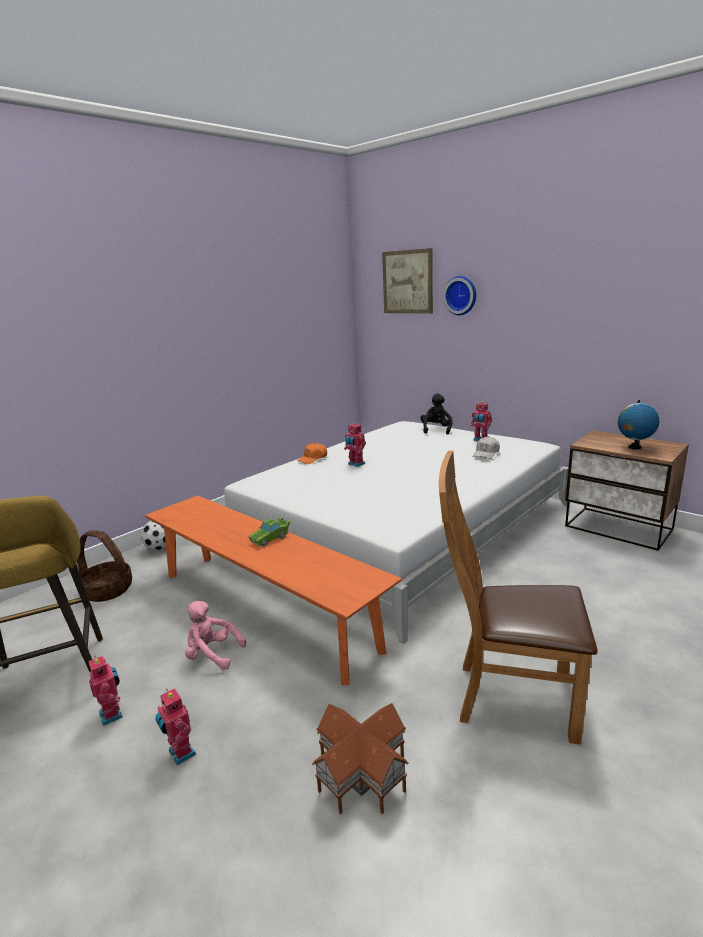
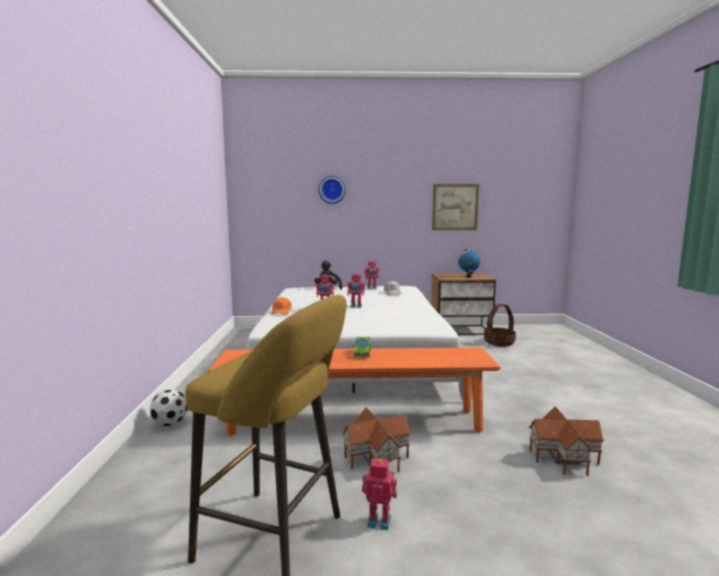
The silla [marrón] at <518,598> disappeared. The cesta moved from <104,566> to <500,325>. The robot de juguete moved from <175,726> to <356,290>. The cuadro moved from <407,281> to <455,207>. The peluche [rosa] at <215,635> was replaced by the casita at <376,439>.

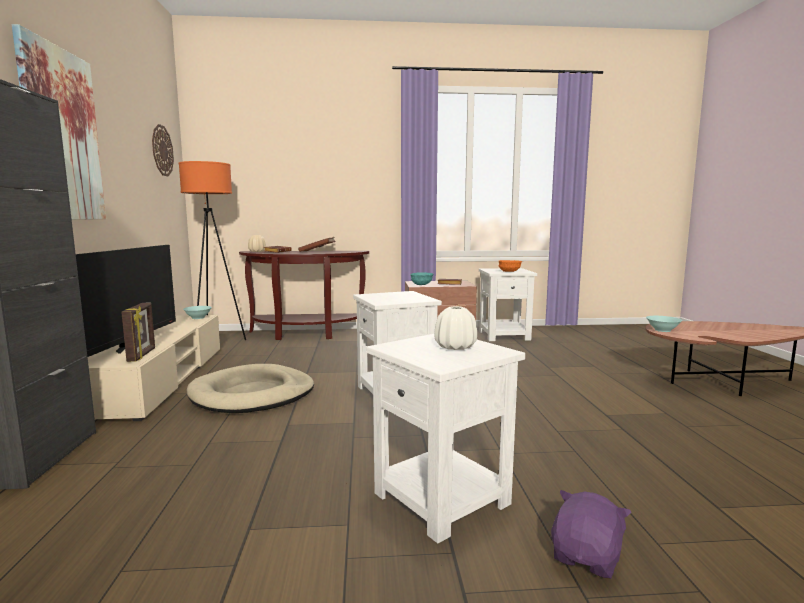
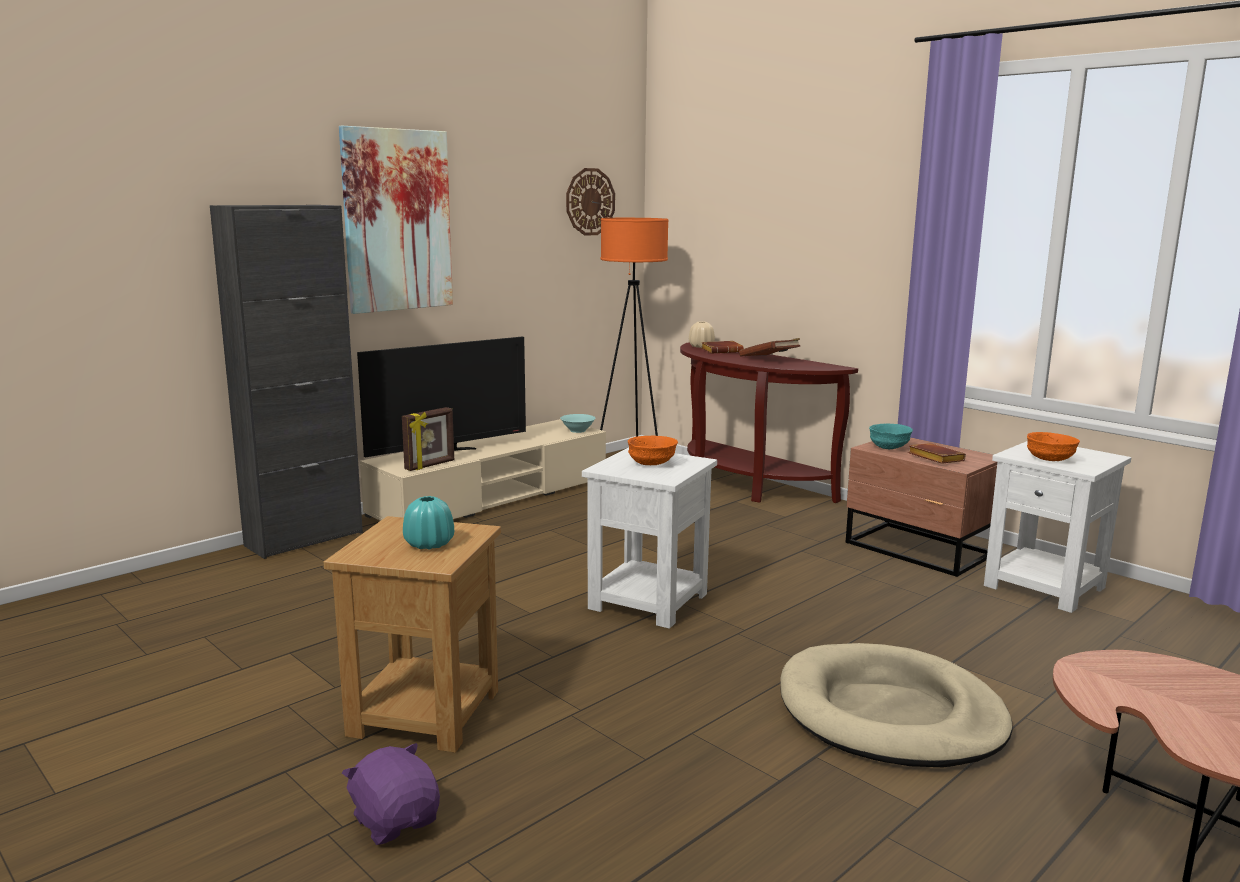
The cuenco [turquesa] at <664,324> disappeared. The cuenco [naranja] at <653,450> appeared. The cama para perro [beis] moved from <250,388> to <896,705>. The mesa auxiliar [blanco] at <446,439> became the mesa auxiliar [marrón] at <412,634>. The florero [blanco] at <455,328> became the florero [turquesa] at <428,522>. The peluche [morado] at <591,534> turned 120 degrees counterclockwise.

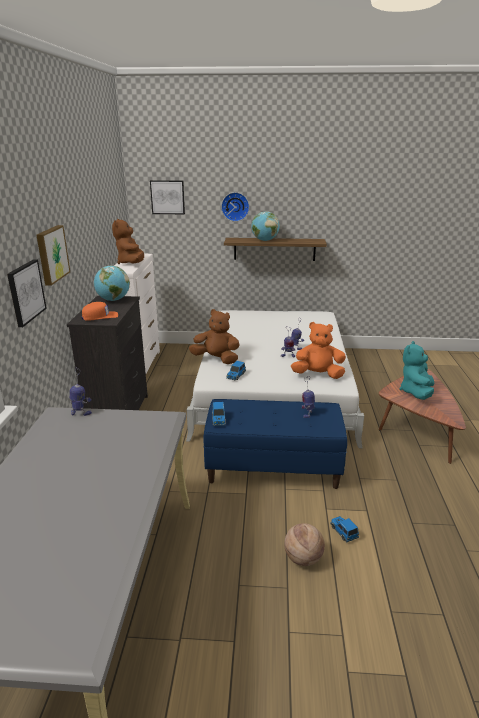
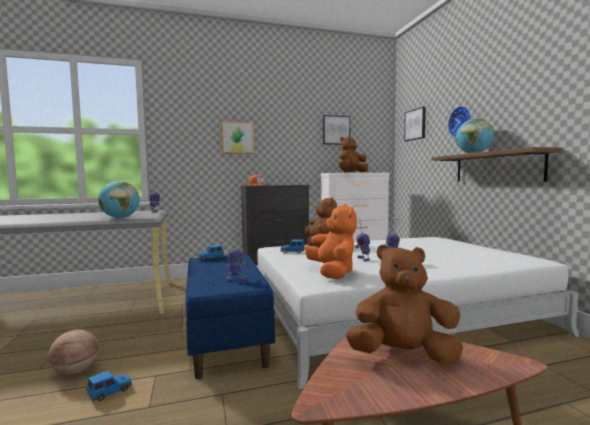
The cuadro moved from <27,293> to <336,130>. The globo terráqueo moved from <112,283> to <119,199>. The peluche [turquesa] at <417,370> became the peluche [marrón] at <404,304>.

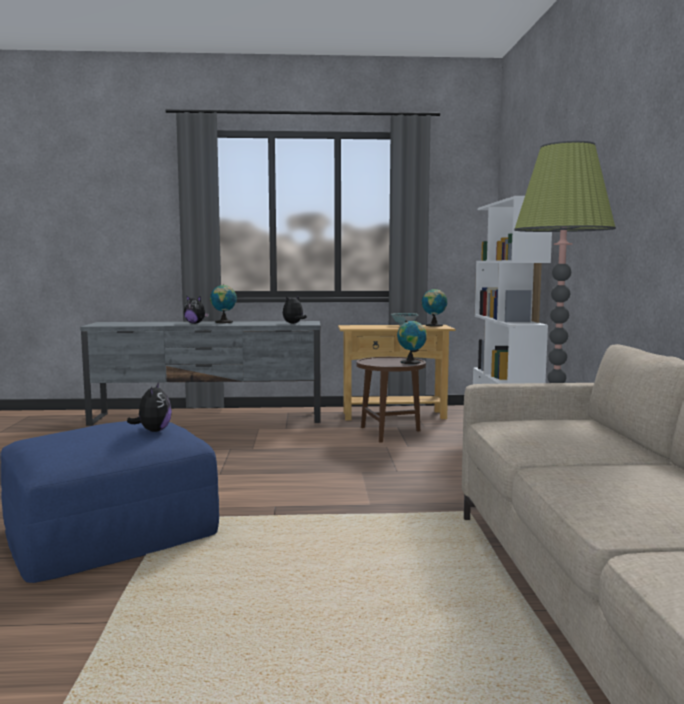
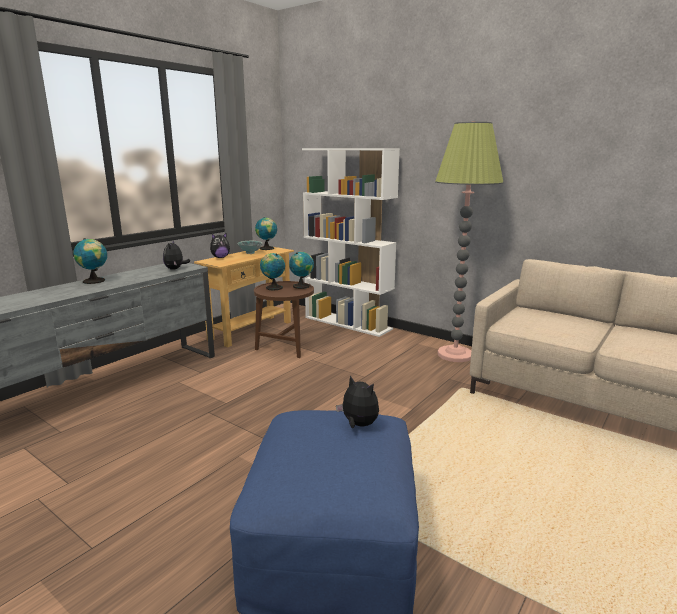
The globo terráqueo at <272,272> appeared. The peluche moved from <196,309> to <220,245>.

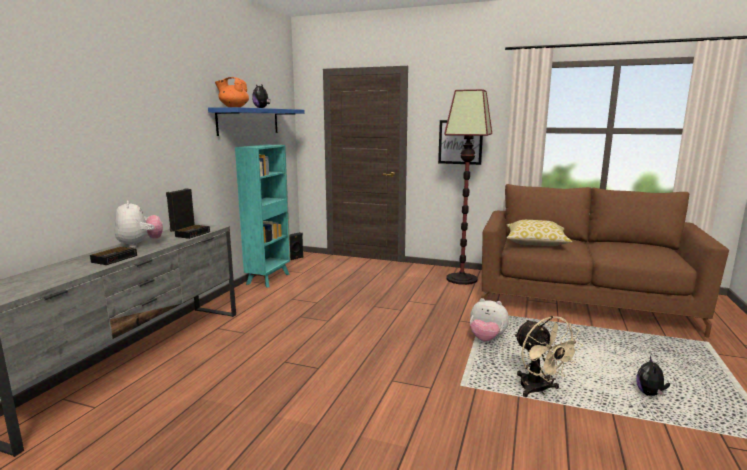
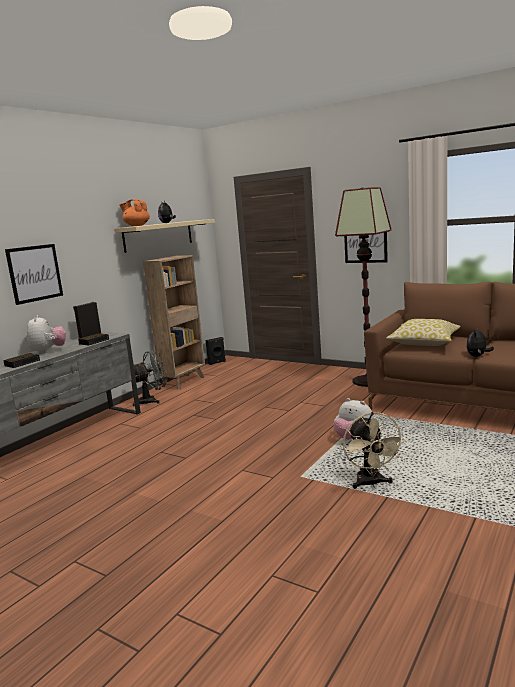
The cuadro at <34,274> appeared. The ventilador [gris] at <150,378> appeared. The peluche moved from <653,376> to <480,343>. The estante [azul] at <256,121> became the estante [beis] at <164,236>. The estantería [turquesa] at <263,216> became the estantería [marrón] at <174,322>.

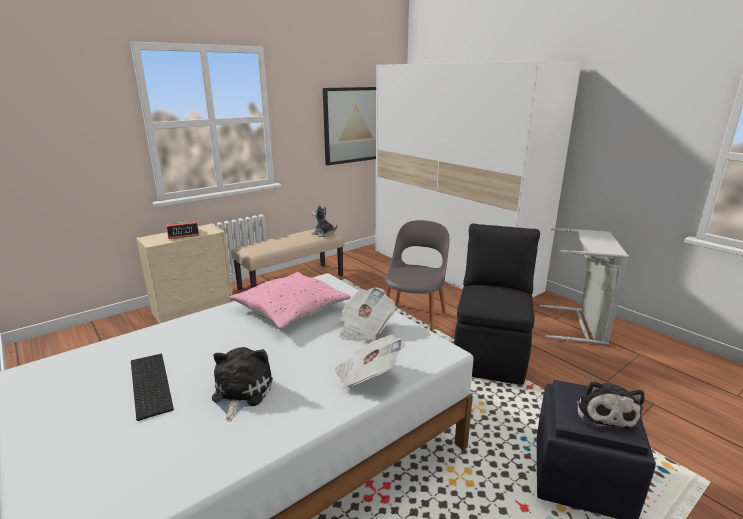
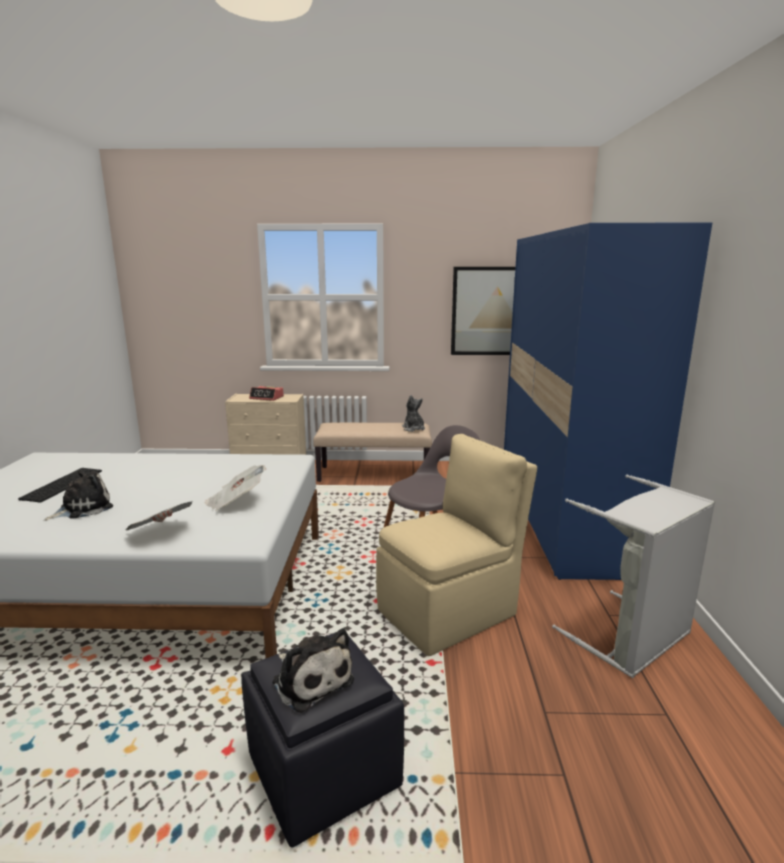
The cojín [rosa] at <290,300> disappeared. The armario ropero [blanco] at <478,179> became the armario ropero [azul] at <608,401>. The silla [negro] at <497,304> became the silla [beis] at <456,545>. The peluche at <610,406> turned 90 degrees counterclockwise.

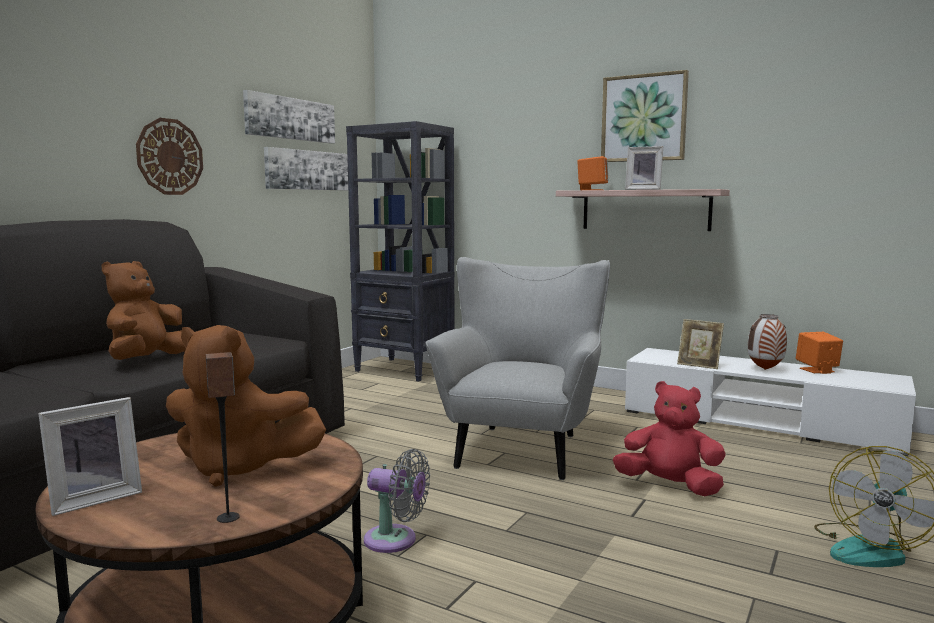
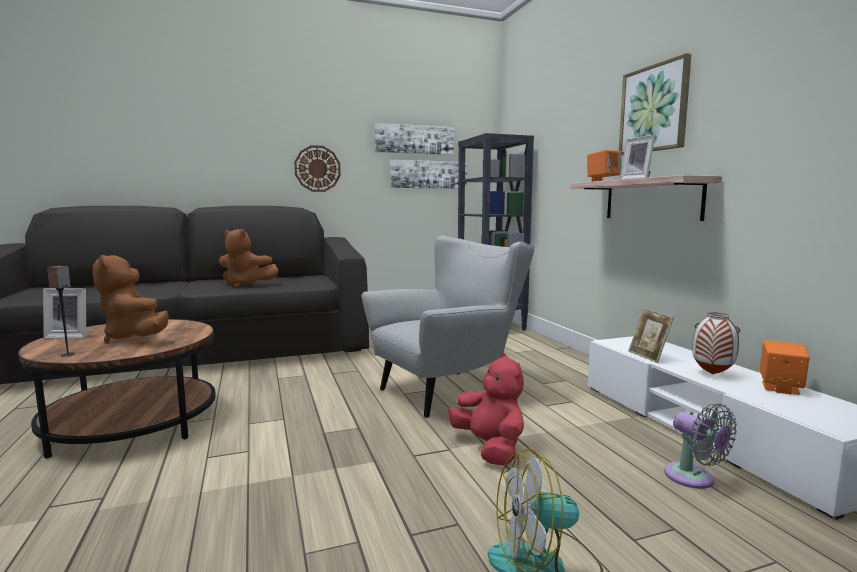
The ventilador [gris] moved from <397,501> to <700,446>. The peluche [marrón] at <144,310> turned 135 degrees counterclockwise.

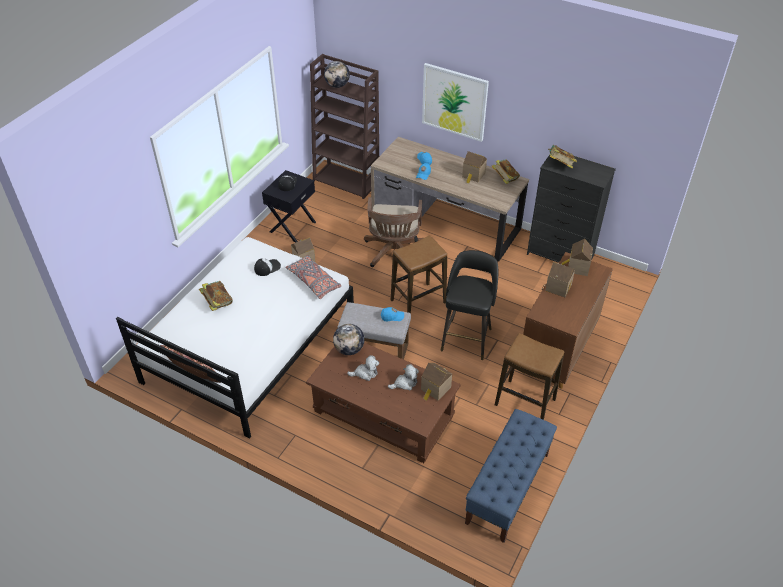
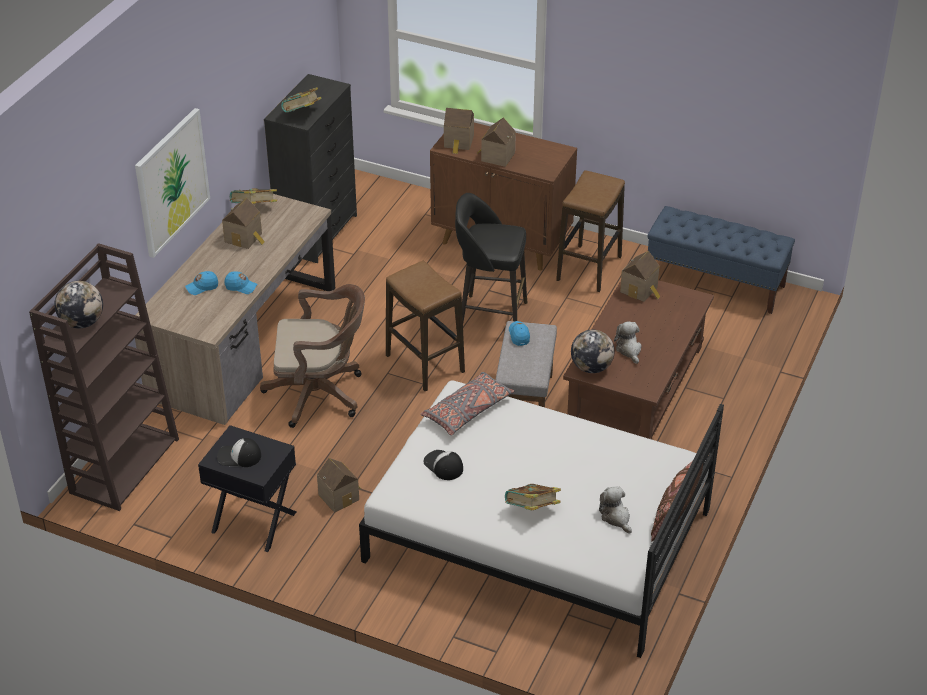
The peluche moved from <403,377> to <615,509>.

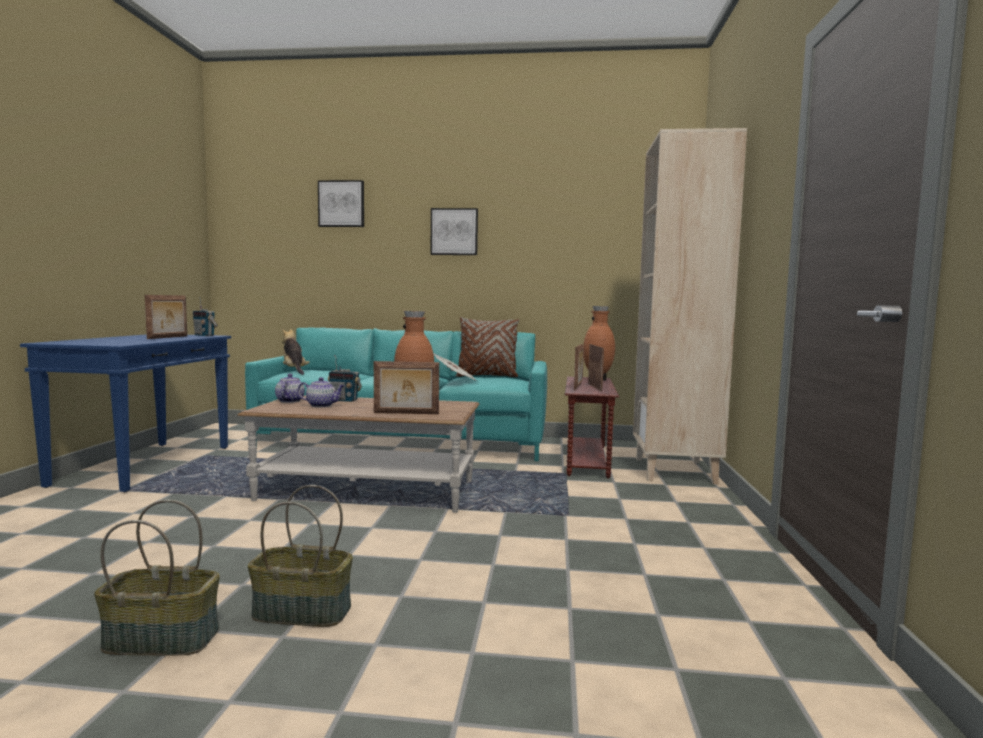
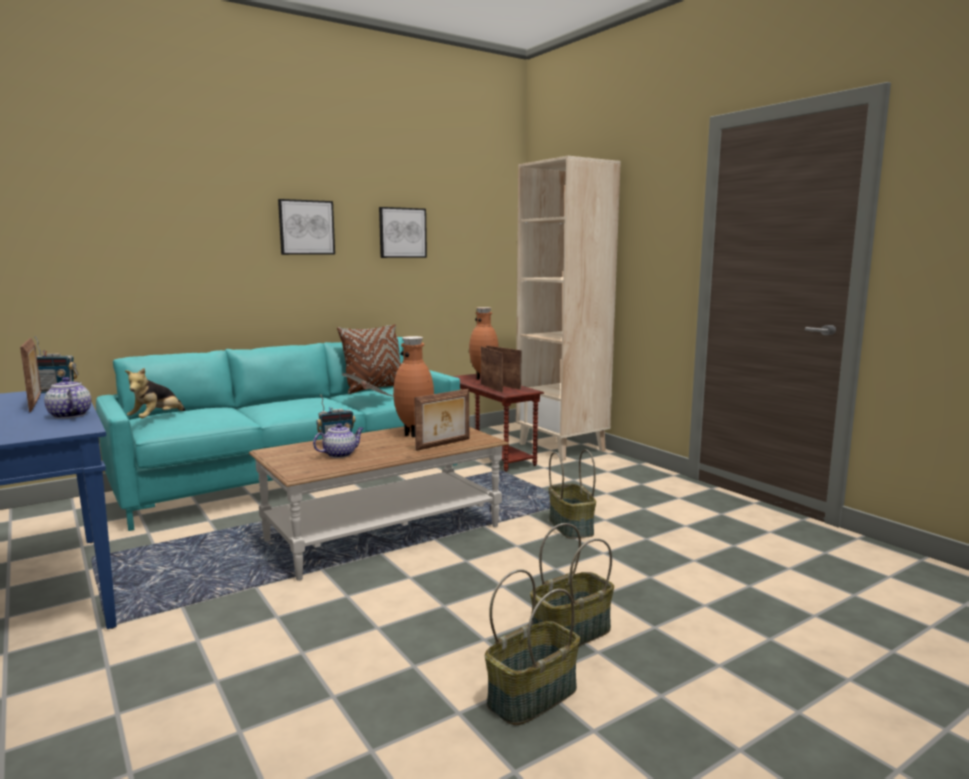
The cesta at <572,494> appeared. The tetera moved from <290,388> to <67,398>. The cuadro moved from <341,203> to <403,232>. The peluche at <296,352> turned 90 degrees counterclockwise.

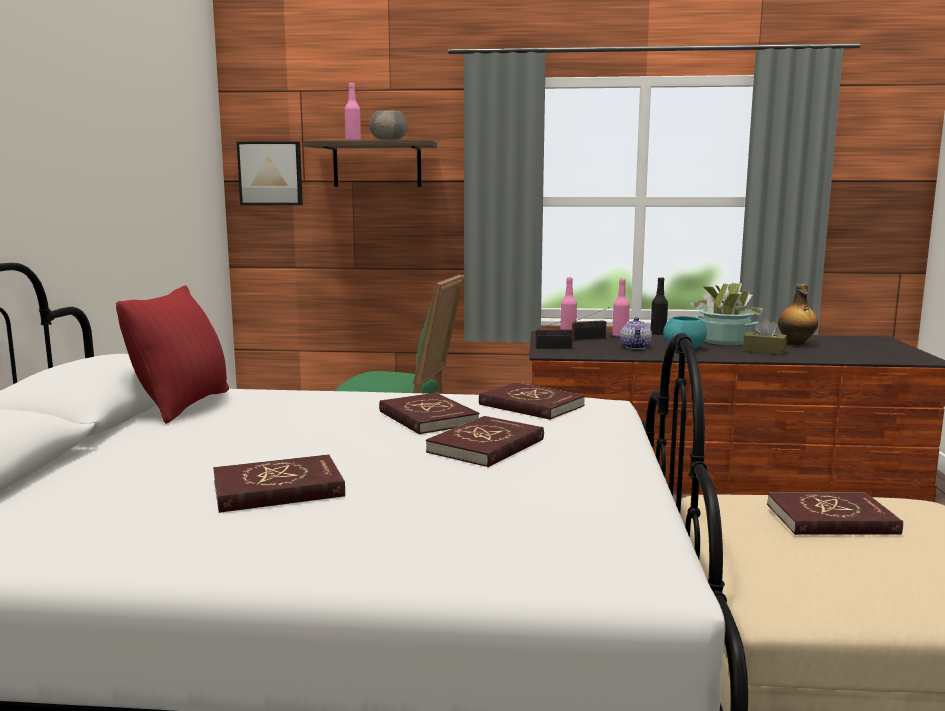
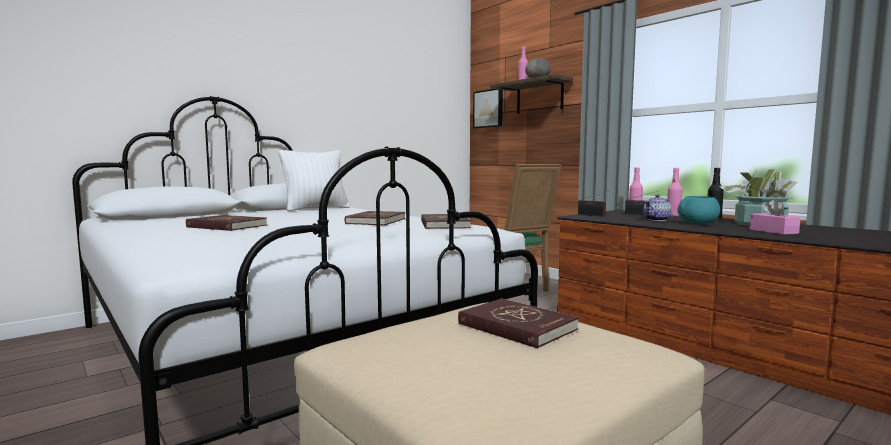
The libro [rojo] at <485,441> disappeared. The botella at <798,314> disappeared. The cojín [rojo] at <172,355> became the cojín [blanco] at <314,180>. The caja de pañuelos [marrón] at <765,337> became the caja de pañuelos [rosa] at <775,217>.

